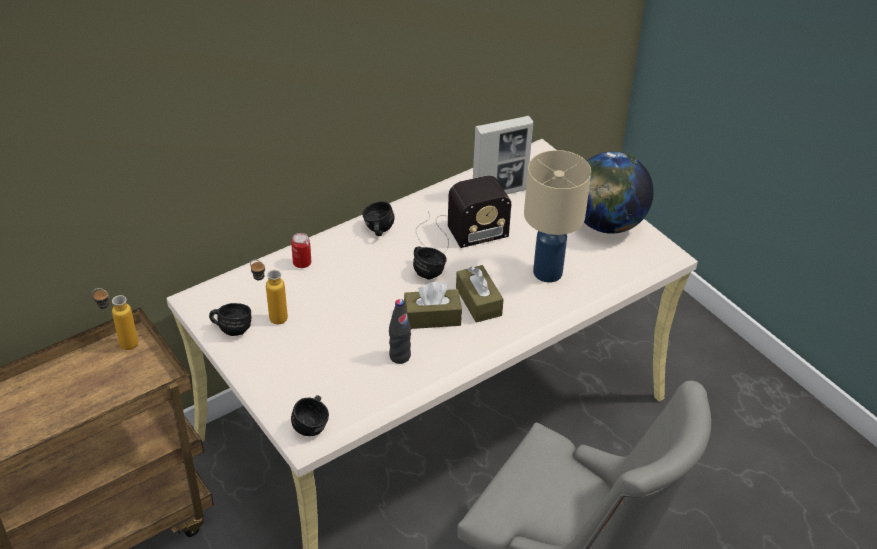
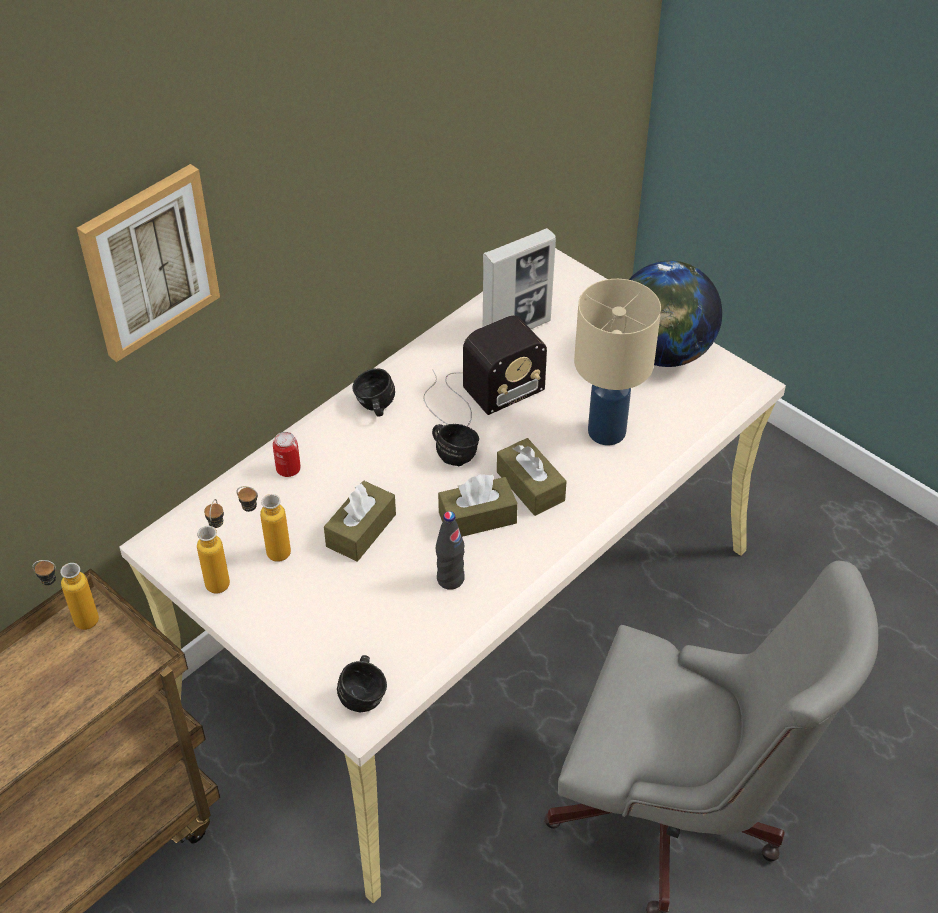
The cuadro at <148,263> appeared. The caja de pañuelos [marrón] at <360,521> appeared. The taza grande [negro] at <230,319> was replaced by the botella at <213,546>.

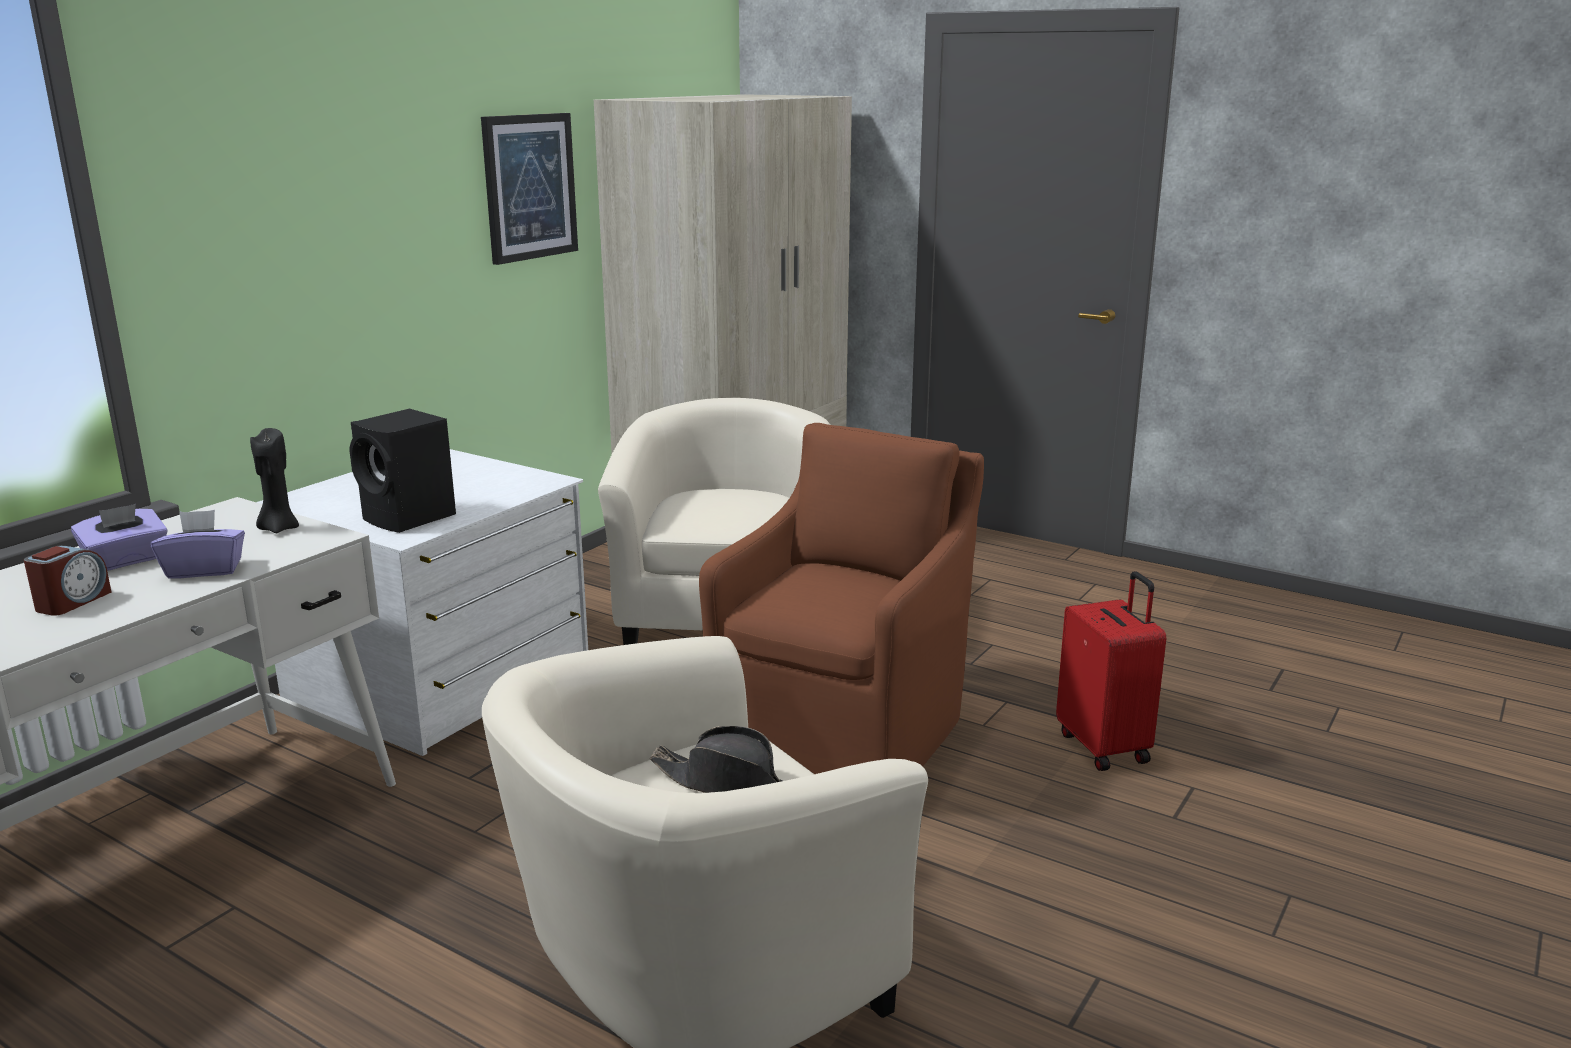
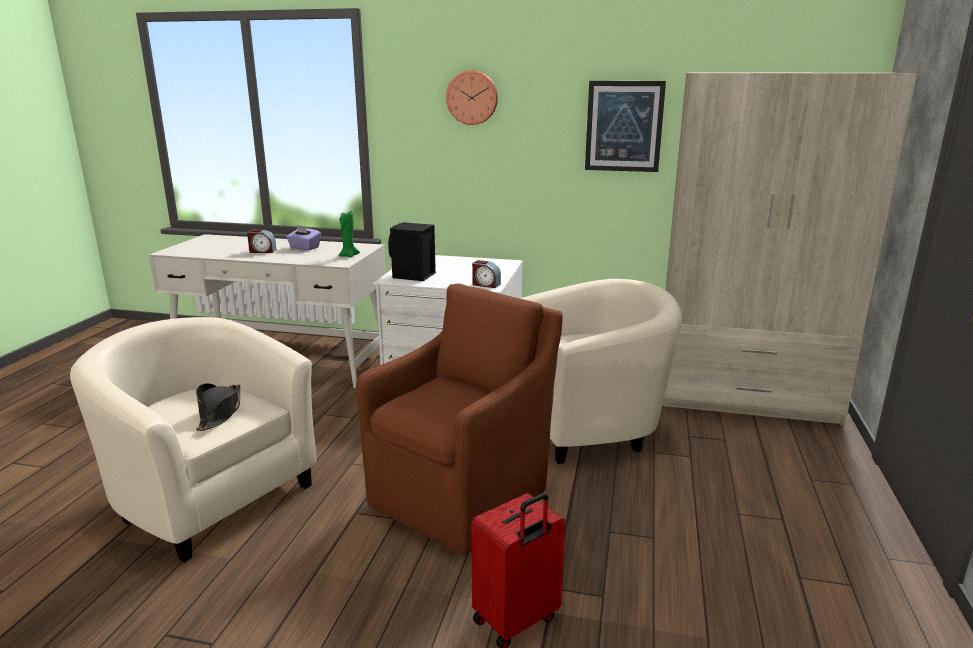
The caja de pañuelos [morado] at <198,544> disappeared. The reloj de pared at <472,98> appeared. The despertador at <486,274> appeared. The vela [negro] at <274,480> became the vela [verde] at <349,234>. The sillón [marrón] at <841,598> turned 60 degrees counterclockwise.

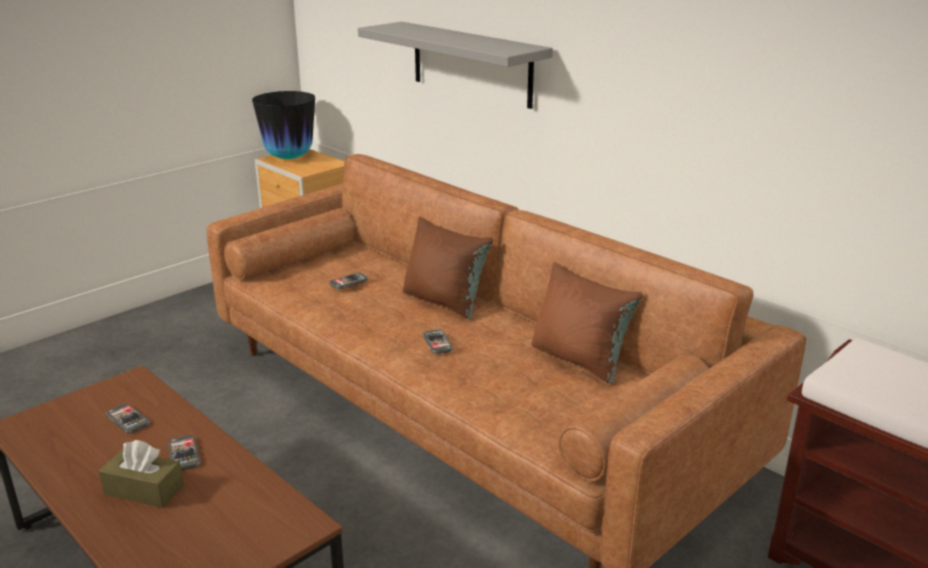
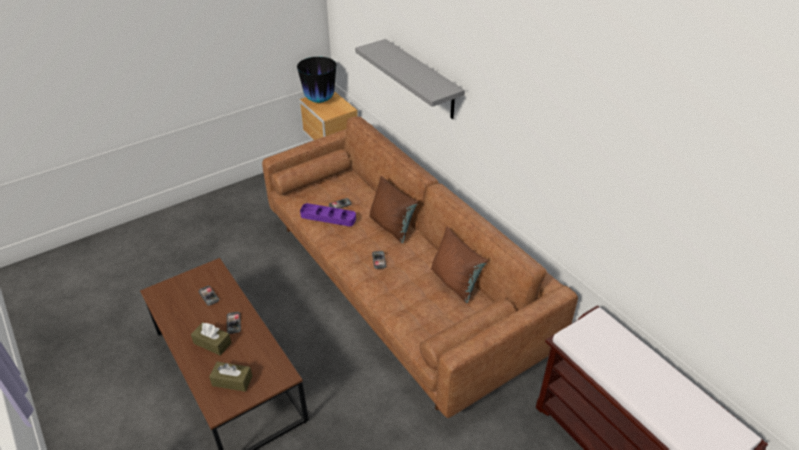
The caja de pañuelos [marrón] at <230,377> appeared. The bandeja [morado] at <328,214> appeared.

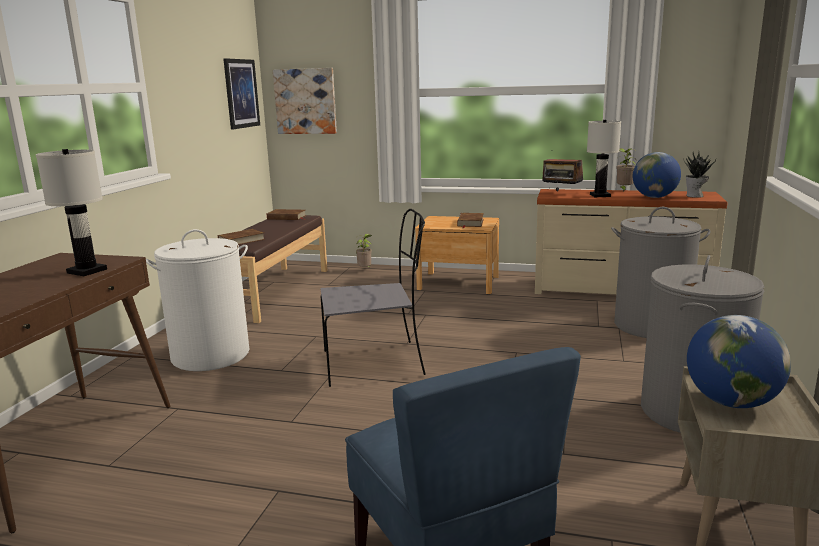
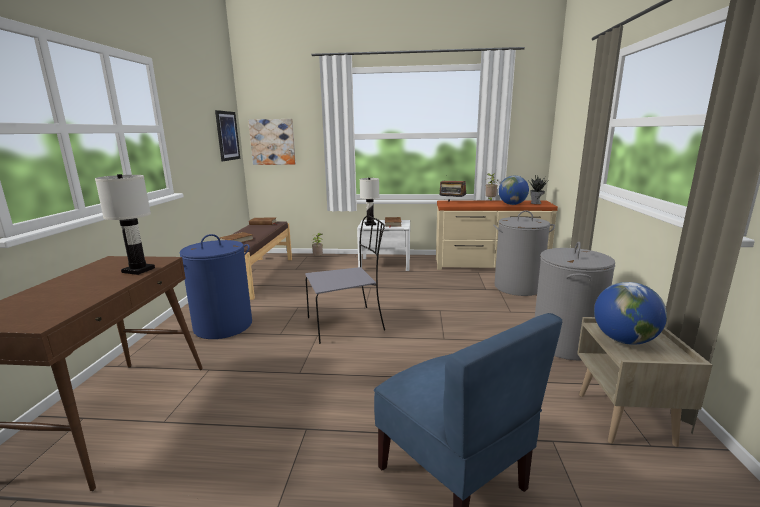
The lámpara de mesa [blanco] moved from <604,158> to <369,202>. The cesto de la ropa [blanco] at <197,300> became the cesto de la ropa [azul] at <216,286>. The mesita de noche [marrón] at <457,255> became the mesita de noche [blanco] at <383,245>.

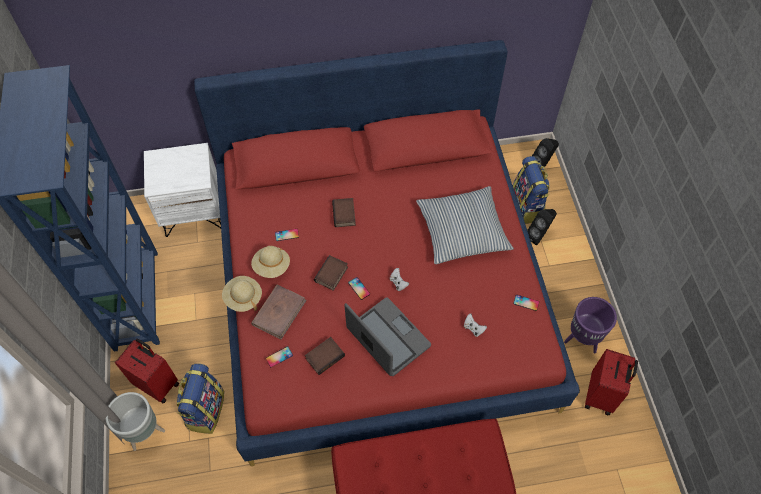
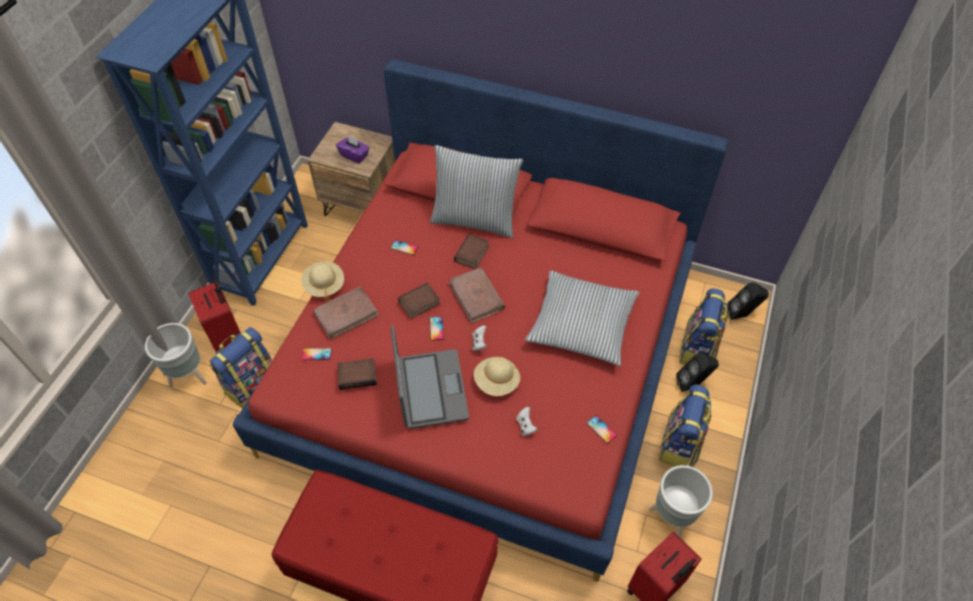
The caja de pañuelos [morado] at <353,149> appeared. The cojín at <476,191> appeared. The libro [marrón] at <477,295> appeared. The mochila at <685,425> appeared. The sombrero [beis] moved from <270,262> to <497,376>. The mesita de noche [blanco] at <182,190> became the mesita de noche [marrón] at <351,169>. The maceta [morado] at <590,325> became the maceta [gris] at <681,501>.

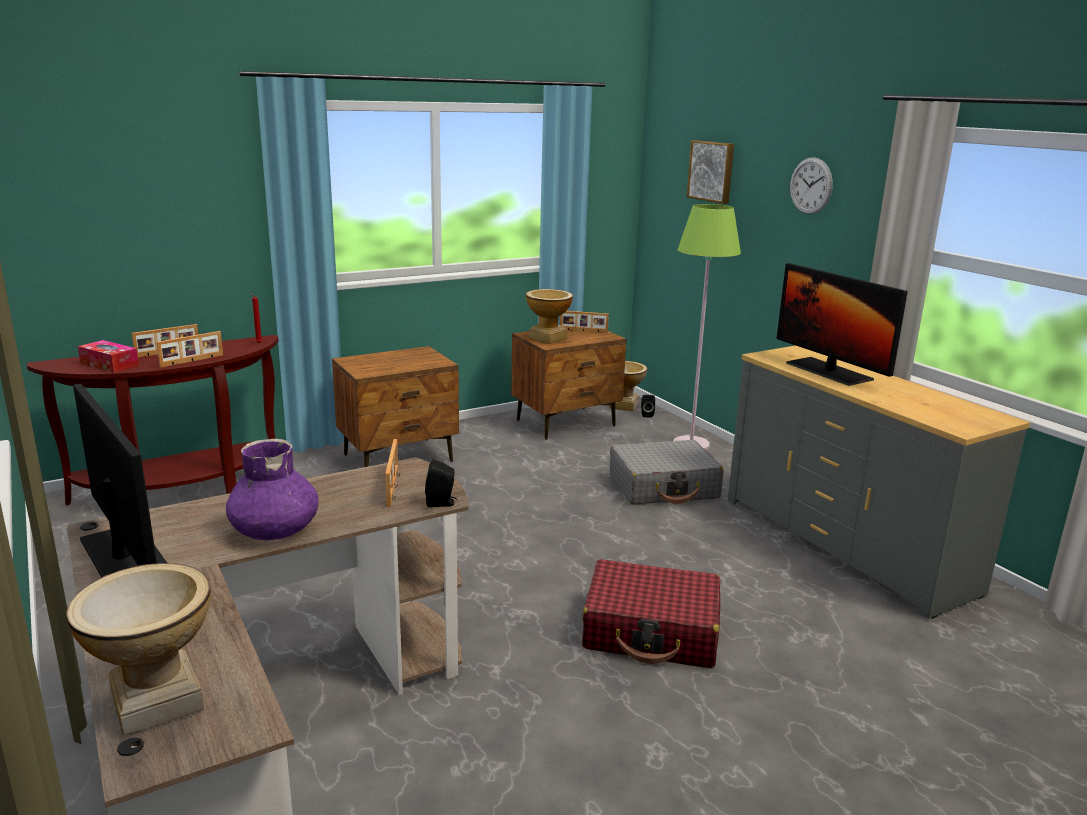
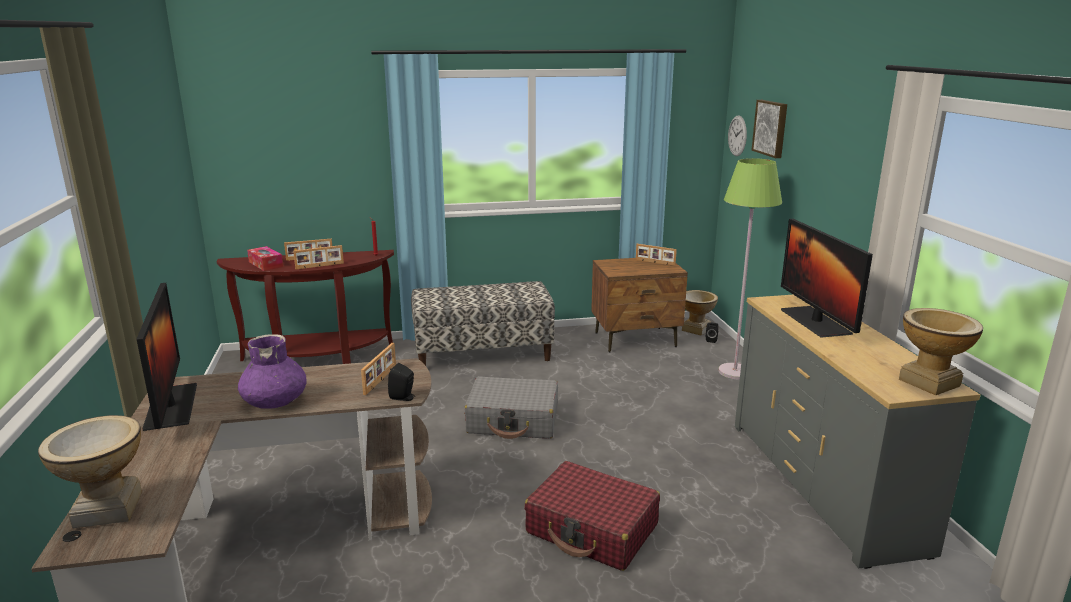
The florero moved from <549,316> to <941,351>. The maleta [gris] moved from <667,472> to <511,407>. The reloj de pared moved from <811,185> to <737,136>. The mesita de noche [marrón] at <395,406> was replaced by the banco at <483,323>.

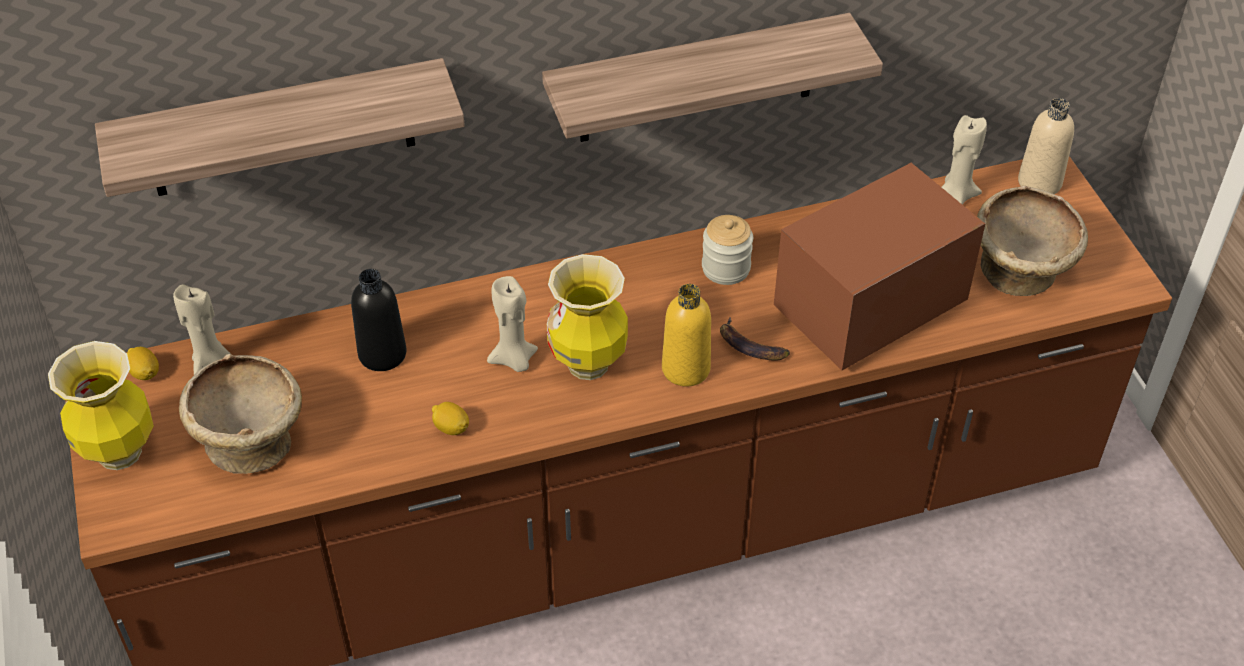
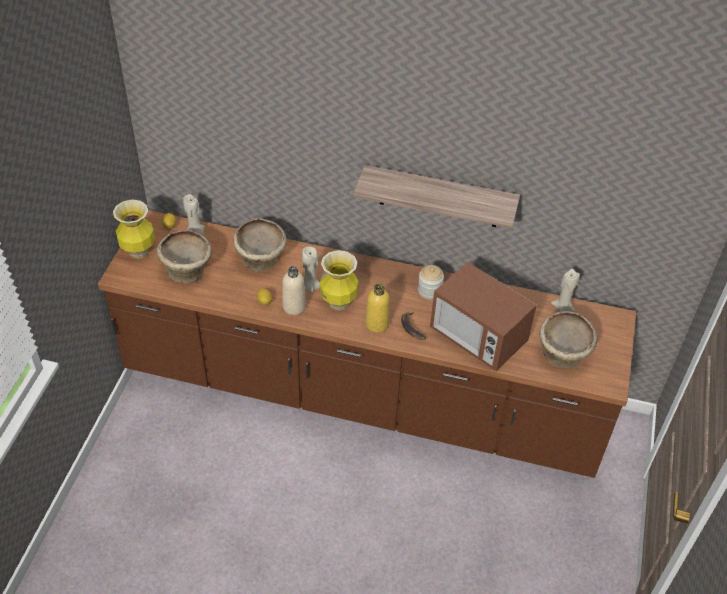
The estante at <280,127> disappeared. The botella [beis] moved from <1046,146> to <294,290>. The botella [negro] at <379,320> was replaced by the cuenco [beis] at <260,244>. The microondas at <879,266> turned 135 degrees counterclockwise.

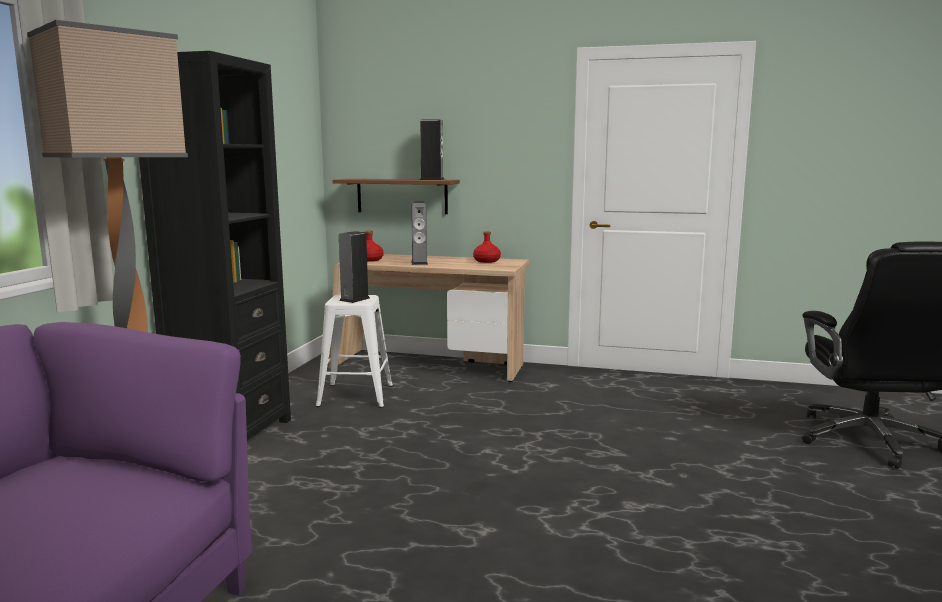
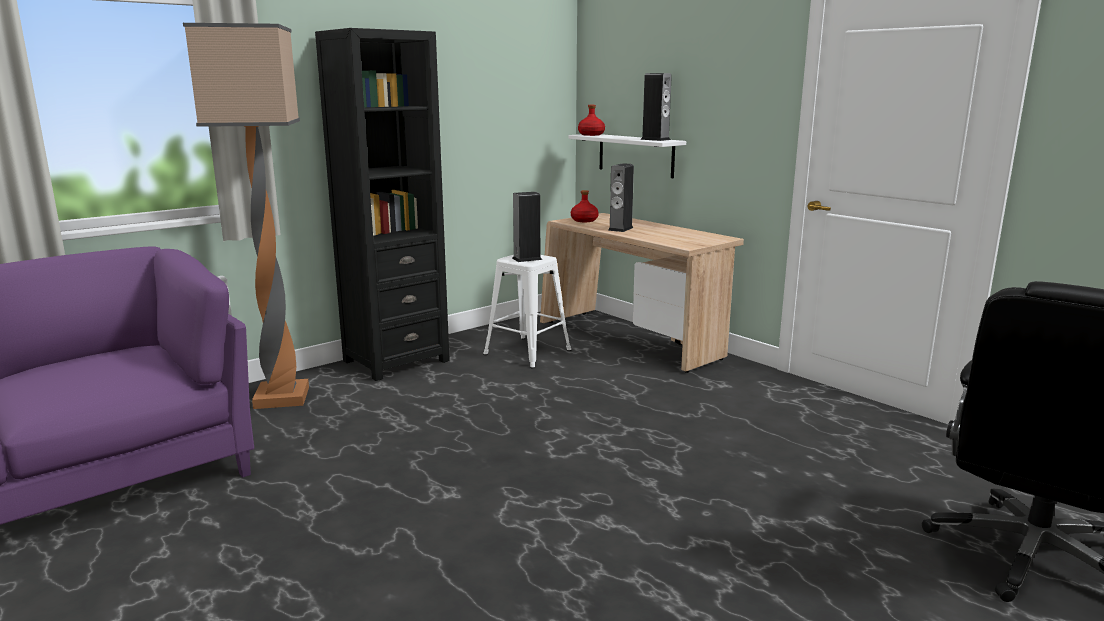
The botella [rojo] moved from <487,247> to <591,120>. The estante [marrón] at <396,196> became the estante [blanco] at <627,156>.

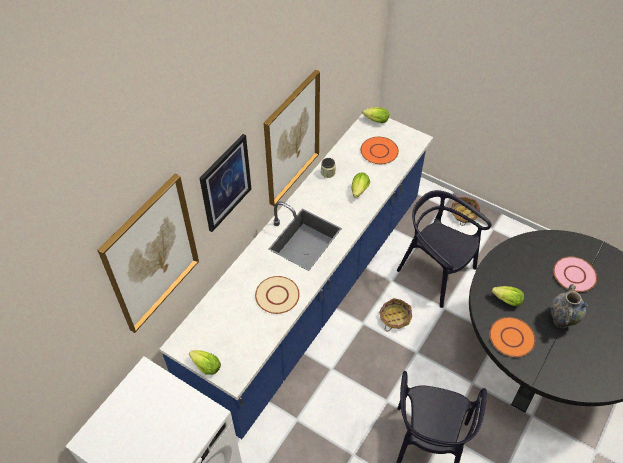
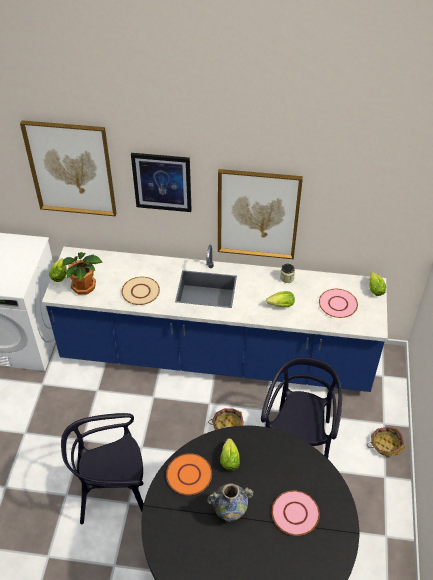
The planta en maceta at <82,273> appeared. The plato [naranja] at <379,150> became the plato [rosa] at <338,303>.

